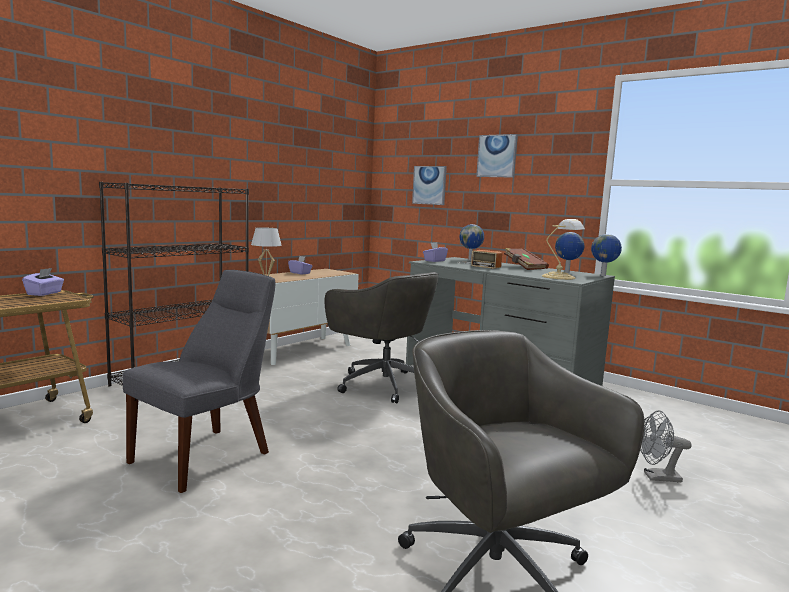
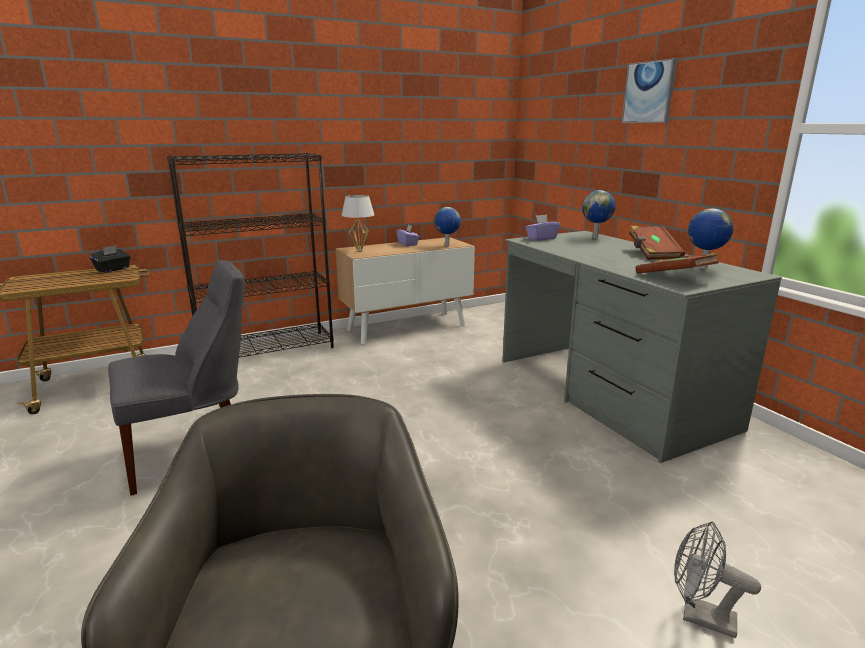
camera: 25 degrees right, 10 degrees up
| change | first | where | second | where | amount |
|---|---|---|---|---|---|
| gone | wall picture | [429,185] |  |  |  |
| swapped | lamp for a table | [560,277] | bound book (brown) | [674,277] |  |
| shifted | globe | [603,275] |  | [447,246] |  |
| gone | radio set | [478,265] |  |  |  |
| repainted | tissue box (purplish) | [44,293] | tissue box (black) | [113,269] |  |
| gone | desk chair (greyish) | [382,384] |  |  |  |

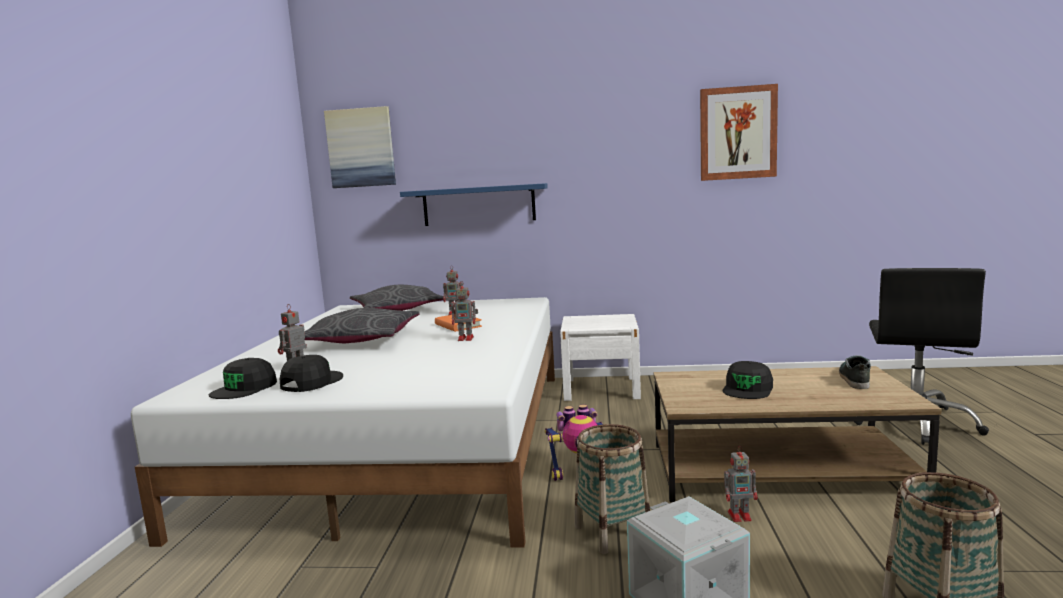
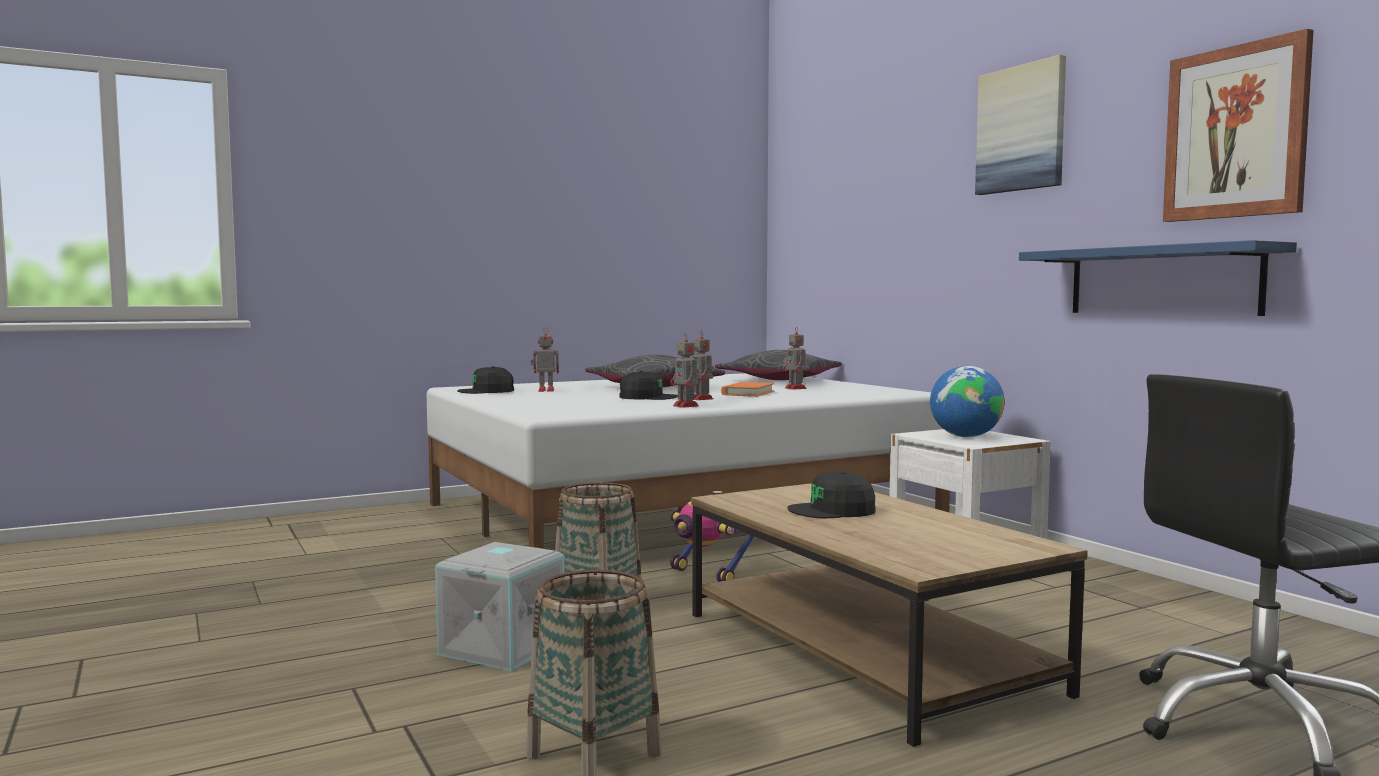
camera: 55 degrees right, 5 degrees down
| change | first | where | second | where | amount |
|---|---|---|---|---|---|
| shifted | wall picture | [361,148] |  | [1021,129] |  |
| shifted | wall shelf (bluish) | [479,205] |  | [1162,281] |  |
| shifted | cap (black) | [311,382] |  | [647,397] |  |
| gone | item of footwear | [854,378] |  |  |  |
| shifted | model robot | [740,515] |  | [686,406] |  |
| new |  |  | globe | [965,436] |  |

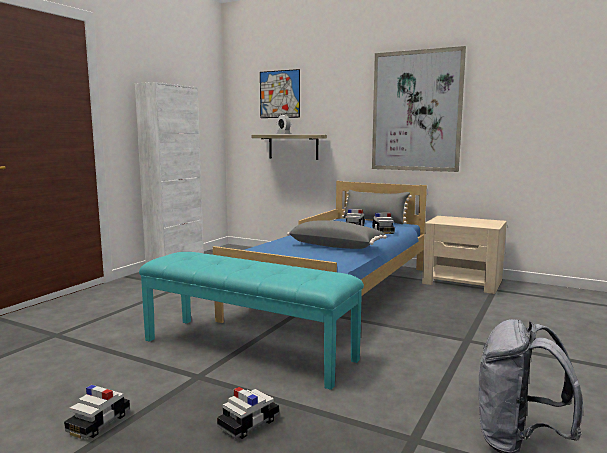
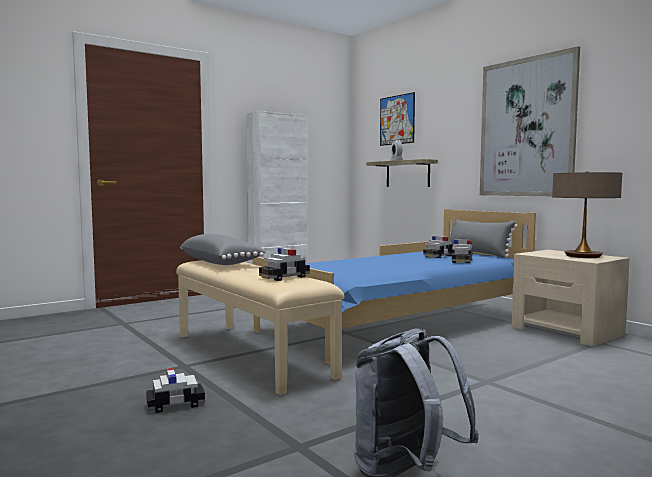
camera: 25 degrees right, 5 degrees down
| change | first | where | second | where | amount |
|---|---|---|---|---|---|
| shifted | throw pillow (greyish) | [336,246] |  | [221,263] |  |
| repainted | indoor bench (blue-green) | [248,349] | indoor bench (sand-coloured) | [252,354] |  |
| shifted | model car | [98,423] |  | [284,277] |  |
| new |  |  | lamp for a table | [583,256] |  |

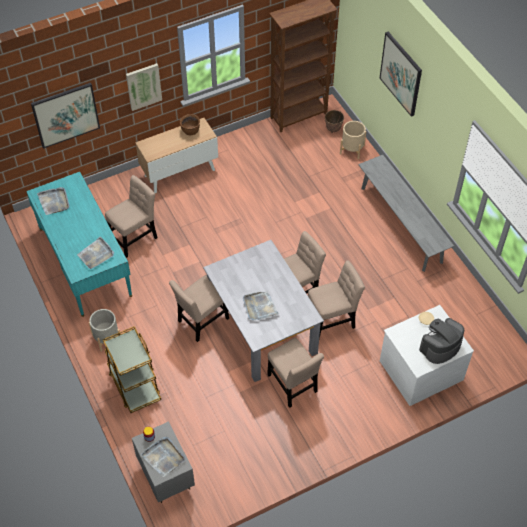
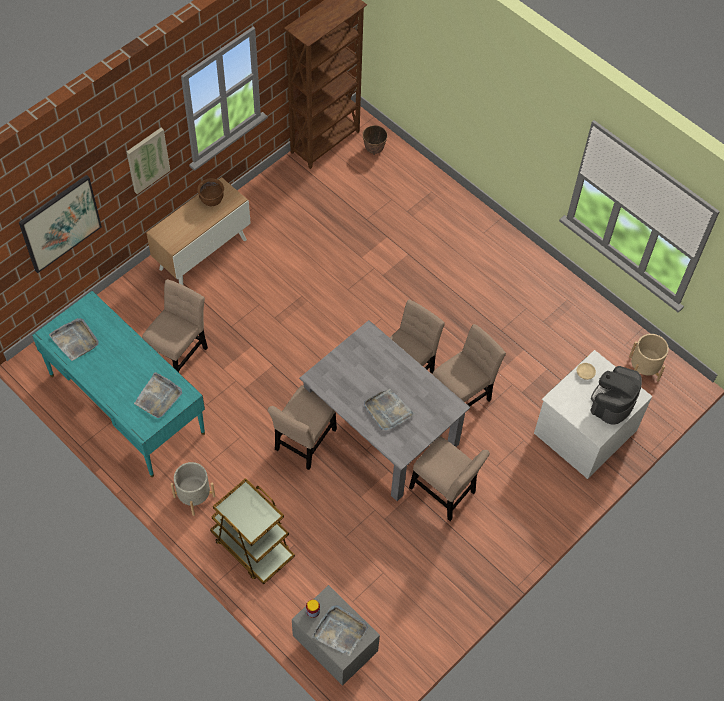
camera: 20 degrees left, 5 degrees up
| change | first | where | second | where | amount |
|---|---|---|---|---|---|
| gone | wall picture | [401,73] |  |  |  |
| shifted | flower pot (sand-coloured) | [352,149] |  | [643,368] |  |
| gone | indoor bench (greyish) | [401,224] |  |  |  |

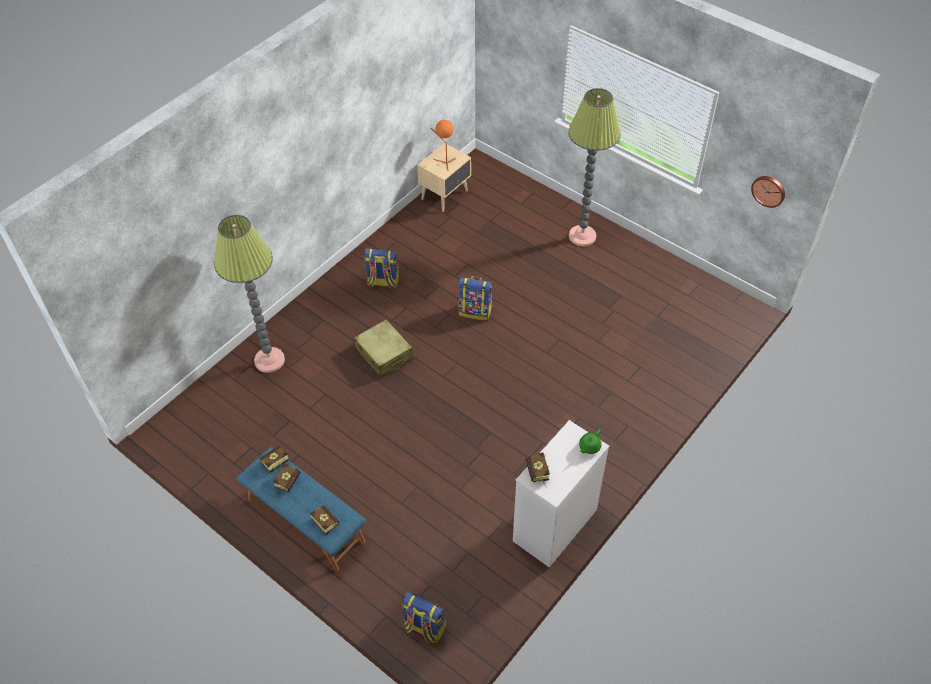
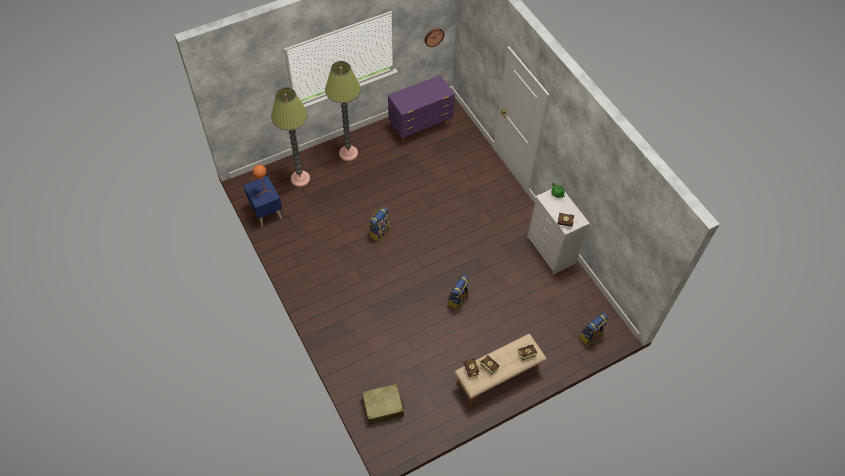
camera: 70 degrees left, 5 degrees up
| change | first | where | second | where | amount |
|---|---|---|---|---|---|
| repainted | bedside table (sand-coloured) | [445,195] | bedside table (bluish) | [266,211] |  |
| shifted | floor lamp | [269,360] |  | [300,179] |  |
| shifted | knapsack | [383,281] |  | [458,300] |  |
| shifted | suitcase (sand-coloured) | [384,354] |  | [383,406] |  |
| repainted | indoor bench (bluish) | [305,521] | indoor bench (sand-coloured) | [498,377] |  |
| new |  |  | dresser (purplish) | [421,126] |  |

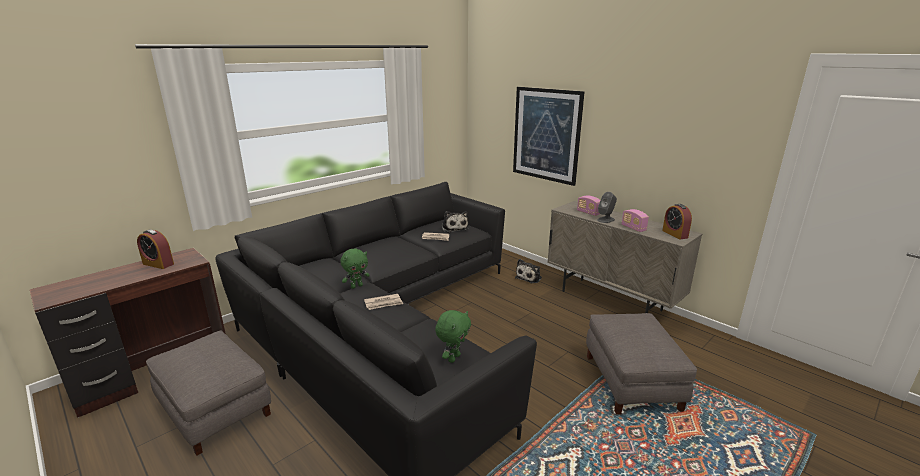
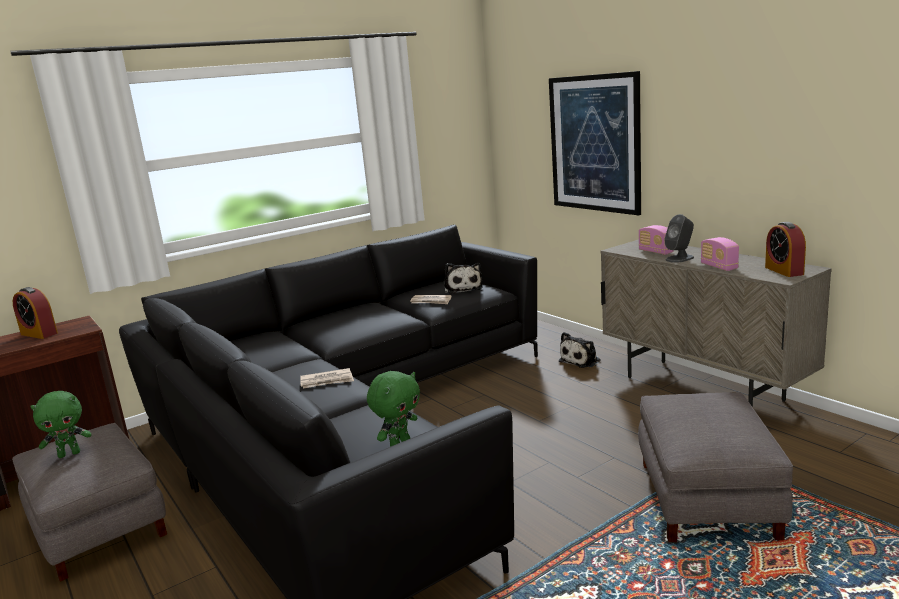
camera: 10 degrees right, 5 degrees down
| change | first | where | second | where | amount |
|---|---|---|---|---|---|
| shifted | soft toy (green) | [356,286] |  | [69,454] |  |

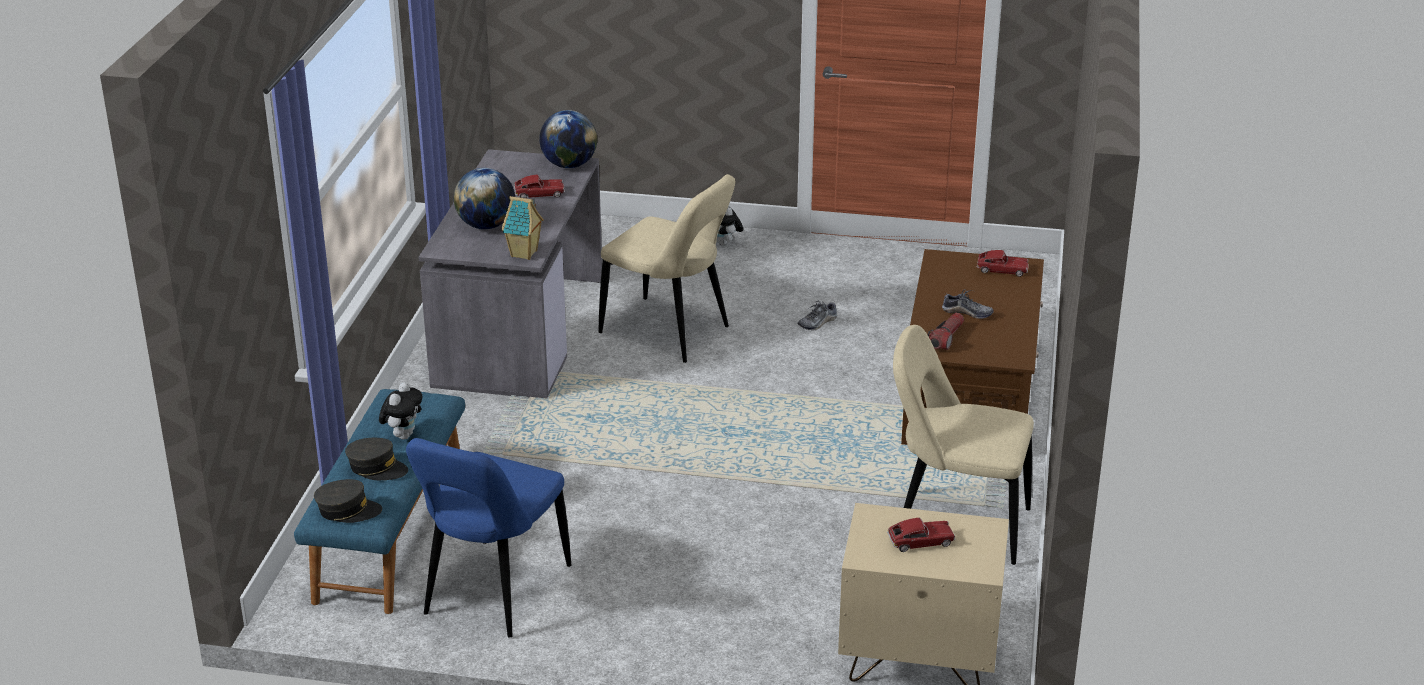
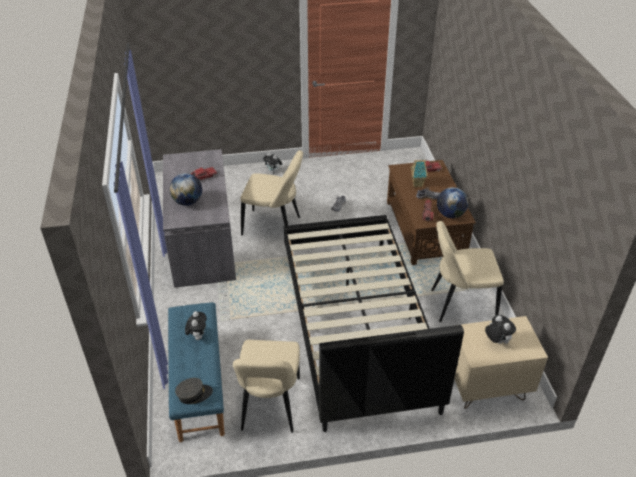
camera: 20 degrees left, 10 degrees up
| change | first | where | second | where | amount |
|---|---|---|---|---|---|
| shifted | globe | [569,165] |  | [450,214] |  |
| shifted | toy house | [524,254] |  | [417,184] |  |
| gone | cap (greyish) | [377,468] |  |  |  |
| repainted | chair (bluish) | [493,594] | chair (sand-coloured) | [270,407] |  |
| swapped | model car | [920,542] | soft toy | [496,341] |  |
| new |  |  | bed (black) | [356,326] |  |

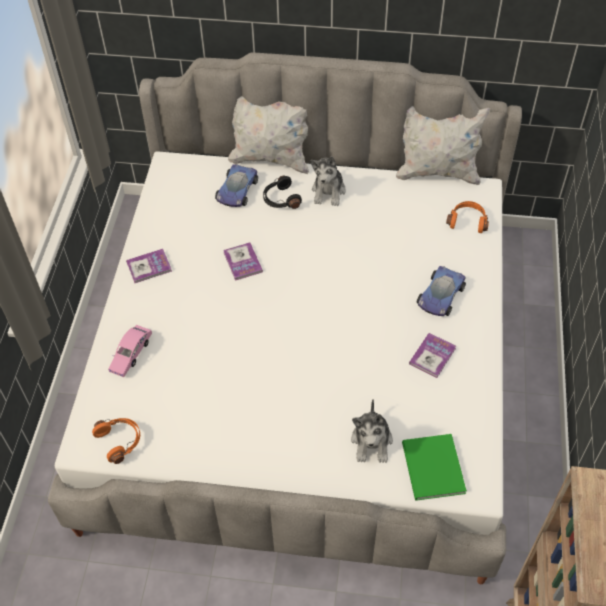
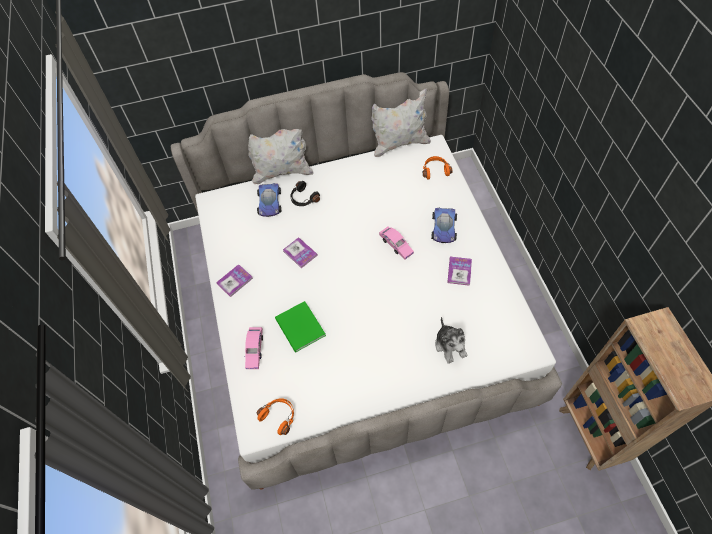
camera: 20 degrees left, 5 degrees up
| change | first | where | second | where | amount |
|---|---|---|---|---|---|
| gone | soft toy | [328,191] |  |  |  |
| shifted | bound book (green) | [432,470] |  | [300,329] |  |
| new |  |  | model car (pink) | [396,245] |  |

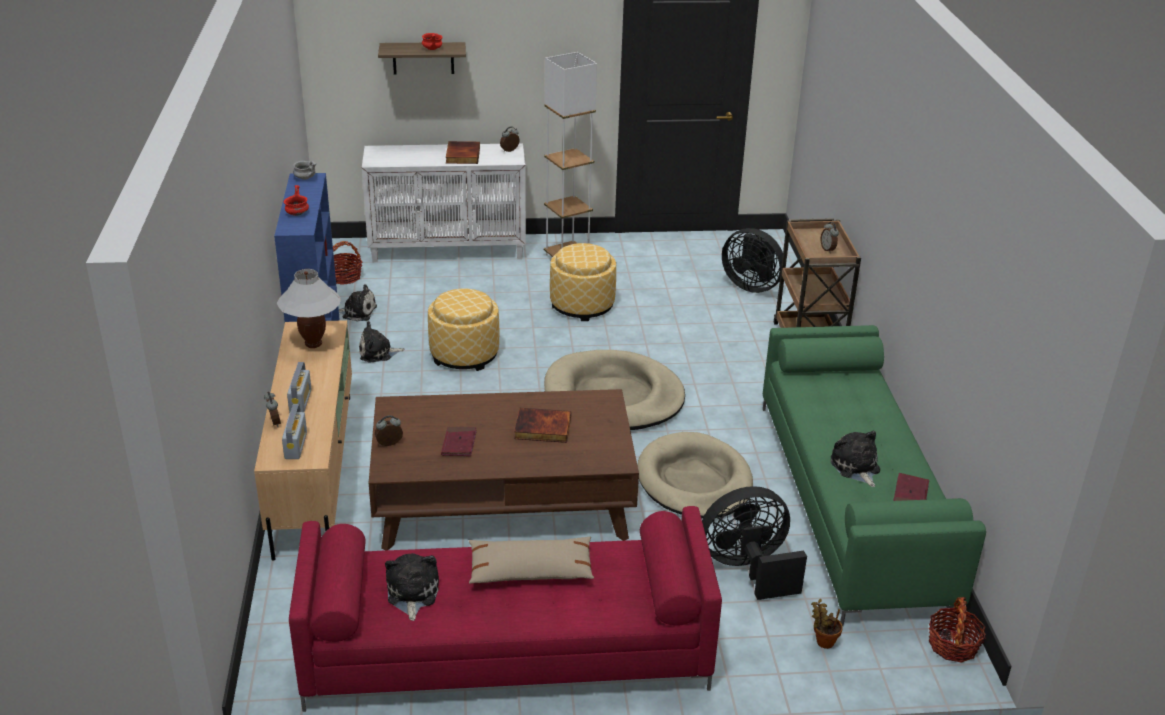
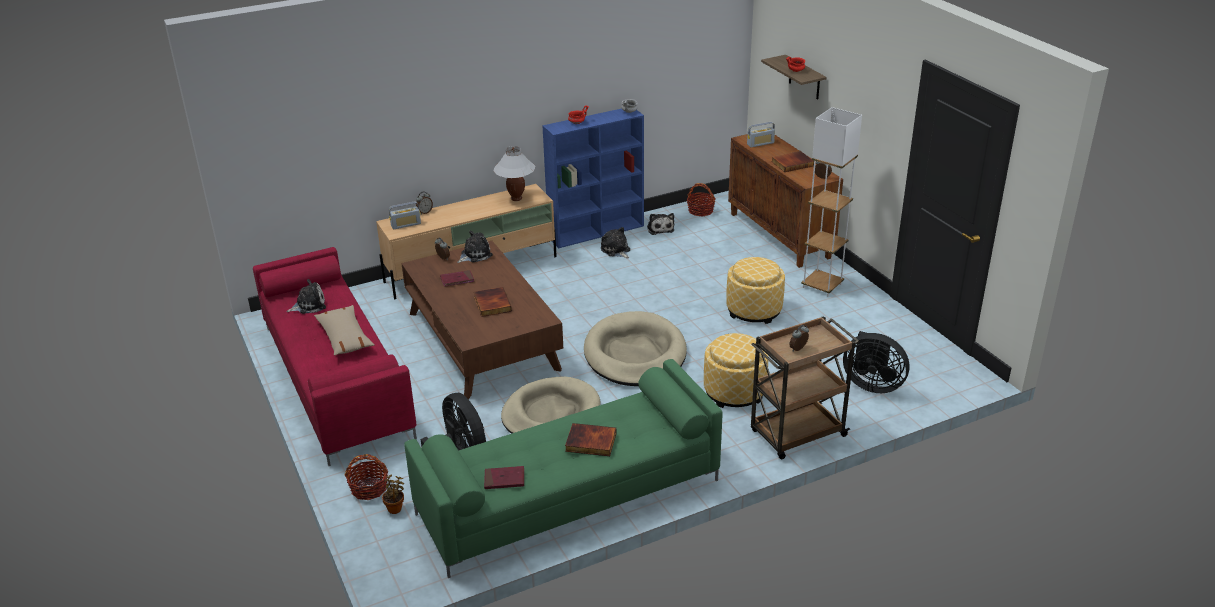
camera: 70 degrees right, 0 degrees up
| change | first | where | second | where | amount |
|---|---|---|---|---|---|
| repainted | cabinet (white-coloured) | [448,249] | cabinet (brown) | [780,235] |  |
| rotated | electric fan (black) | [751,285] |  | [872,384] | 75 degrees counterclockwise |
| shifted | ottoman | [464,354] |  | [734,392] |  |
| shifted | radio set | [300,401] |  | [760,143] |  |
| shifted | soft toy | [855,467] |  | [474,255] |  |
| shifted | household basket | [952,645] |  | [369,488] |  |
| new |  |  | bound book | [590,443] |  |

